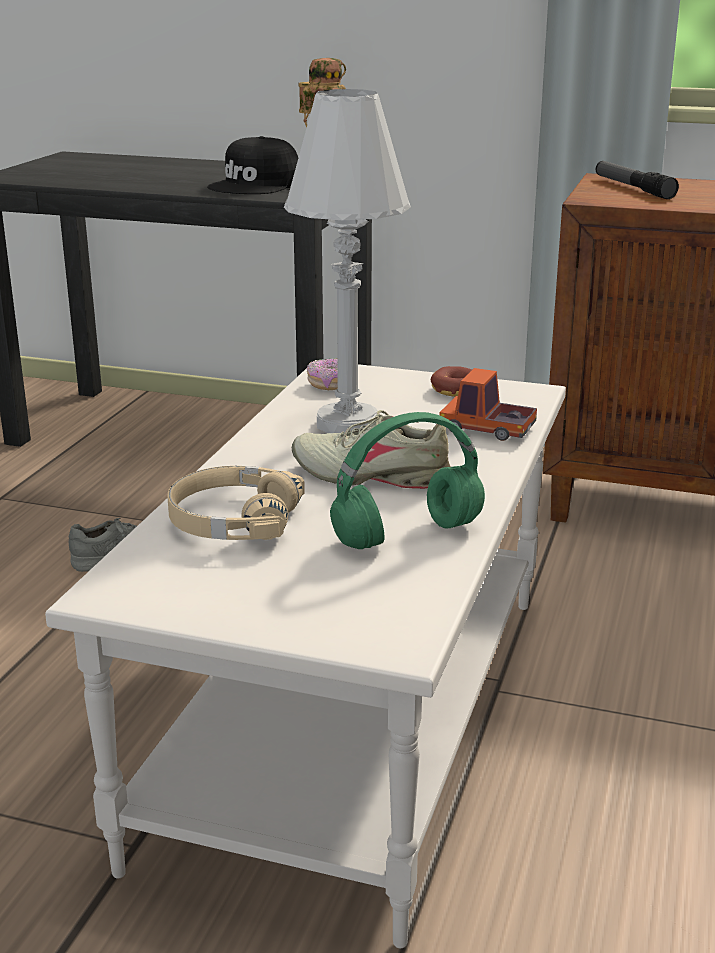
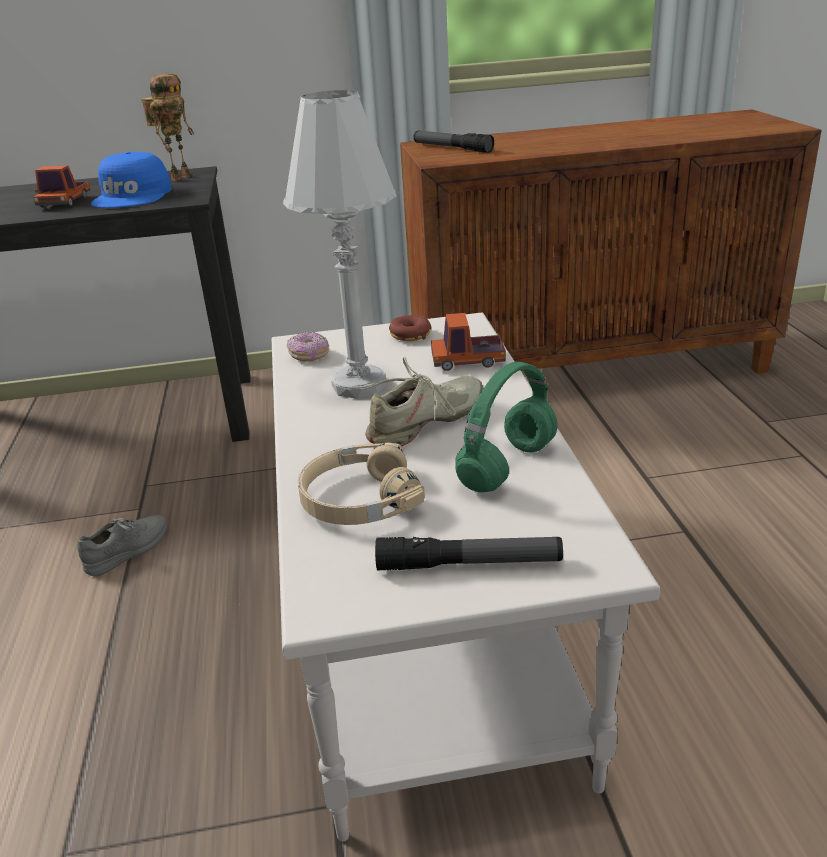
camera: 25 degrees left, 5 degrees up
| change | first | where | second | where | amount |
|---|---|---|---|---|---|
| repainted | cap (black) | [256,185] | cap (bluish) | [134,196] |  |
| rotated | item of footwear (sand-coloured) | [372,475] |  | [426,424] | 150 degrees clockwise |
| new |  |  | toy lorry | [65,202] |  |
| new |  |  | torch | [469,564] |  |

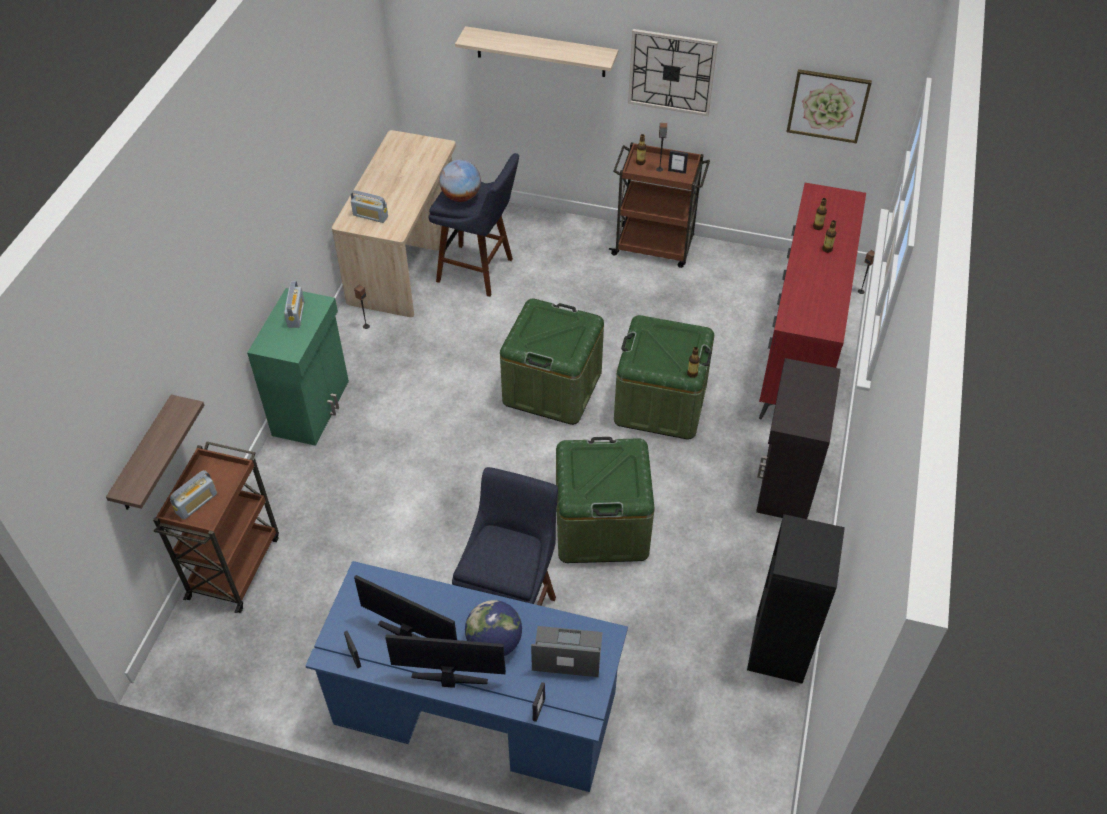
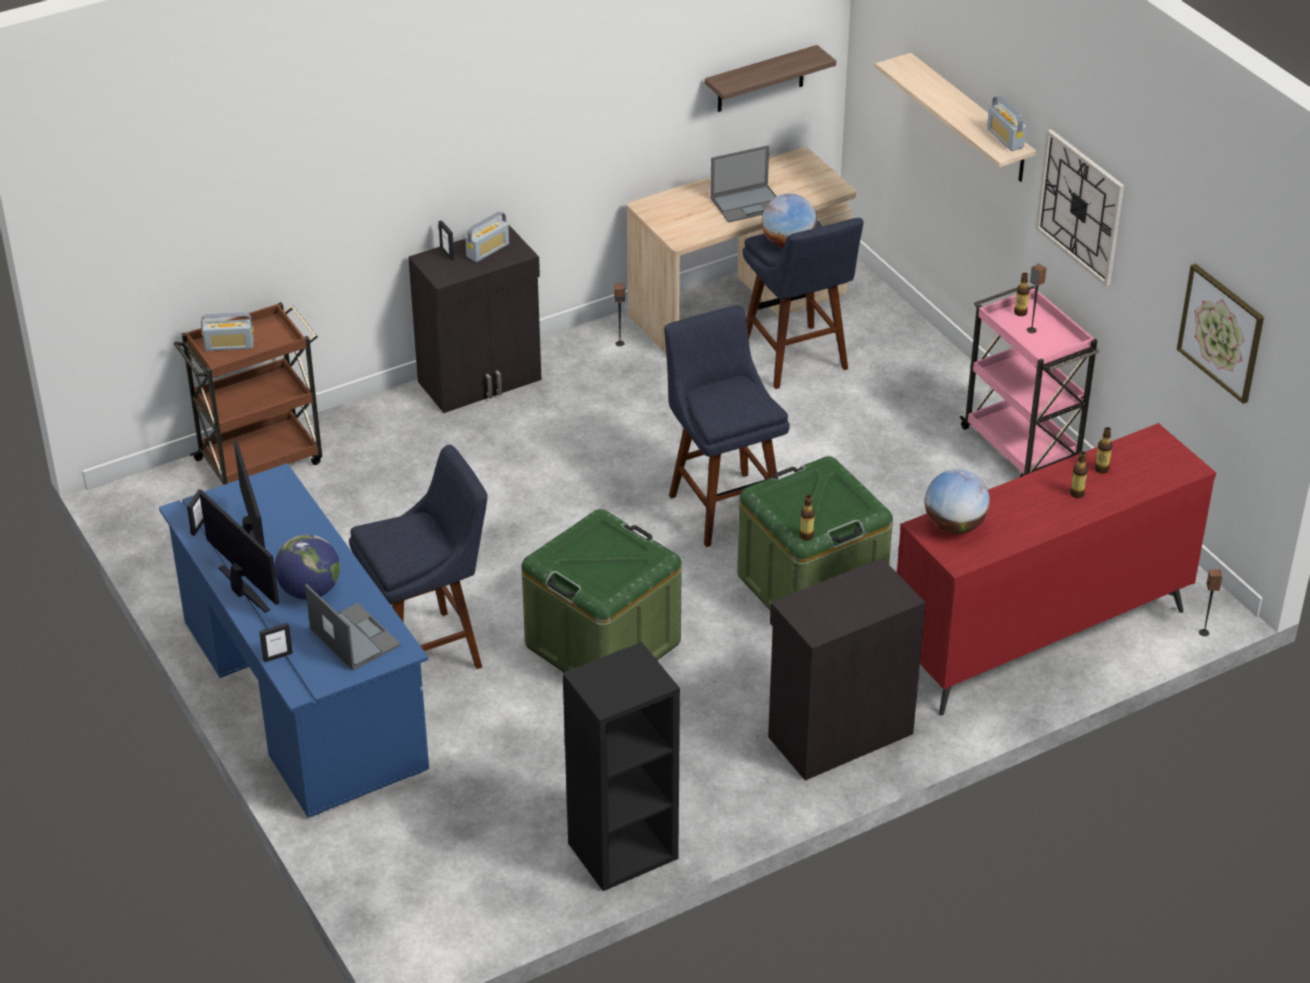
camera: 45 degrees right, 10 degrees down
| change | first | where | second | where | amount |
|---|---|---|---|---|---|
| repainted | wheeled cart (brown) | [654,246] | wheeled cart (pink) | [1022,447] |  |
| shifted | photo frame | [677,171] |  | [447,254] |  |
| shifted | radio set | [370,216] |  | [1005,138] |  |
| repainted | cabinet (green) | [312,407] | cabinet (black) | [481,381] |  |
| swapped | storage bin (green) | [552,387] | stool seat (bluish) | [722,504] |  |
| shifted | wall shelf | [145,457] |  | [760,79] |  |
| new |  |  | portable computer | [748,203] |  |
| new |  |  | globe | [954,526] |  |

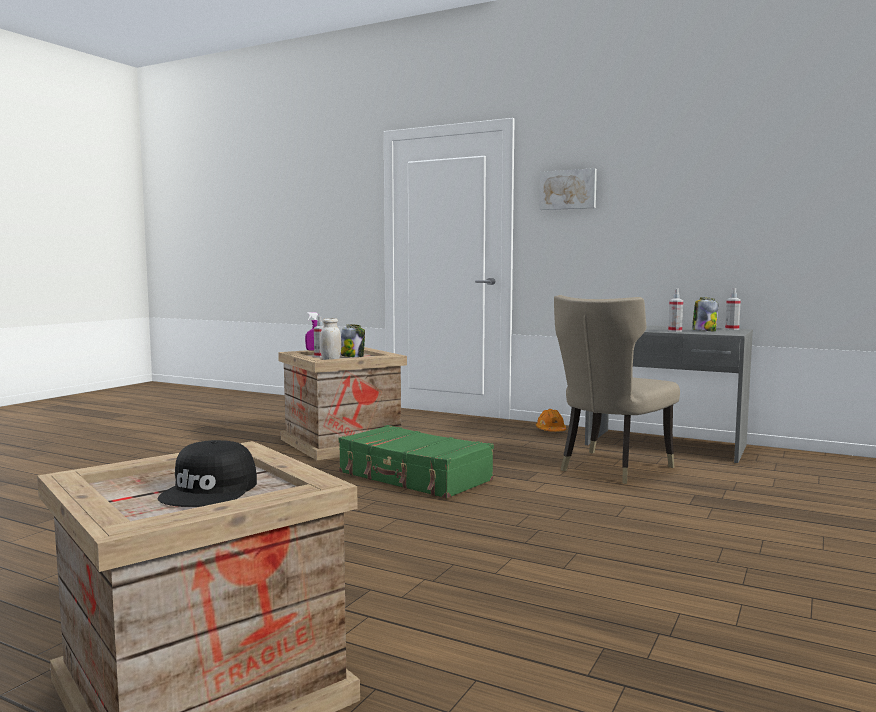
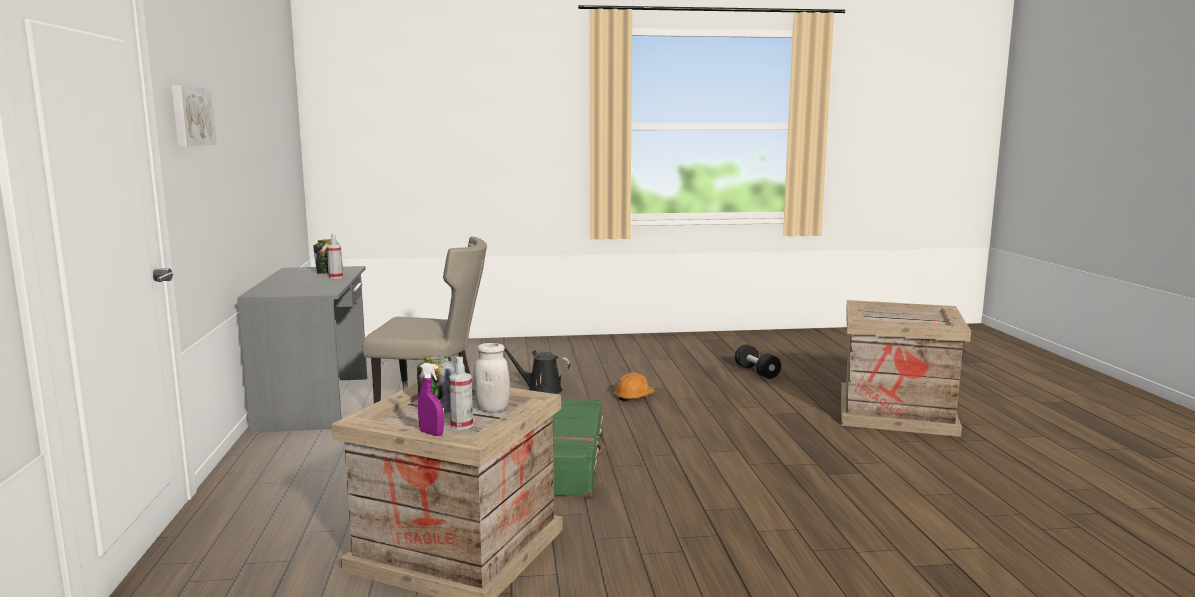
camera: 125 degrees left, 5 degrees up
| change | first | where | second | where | amount |
|---|---|---|---|---|---|
| gone | sprayer | [732,329] |  |  |  |
| shifted | work helmet (orange) | [551,431] |  | [633,396] |  |
| gone | cap (black) | [211,490] |  |  |  |
| new |  |  | dumbbell (black) | [757,372] |  |
| new |  |  | watering can (black) | [541,390] |  |

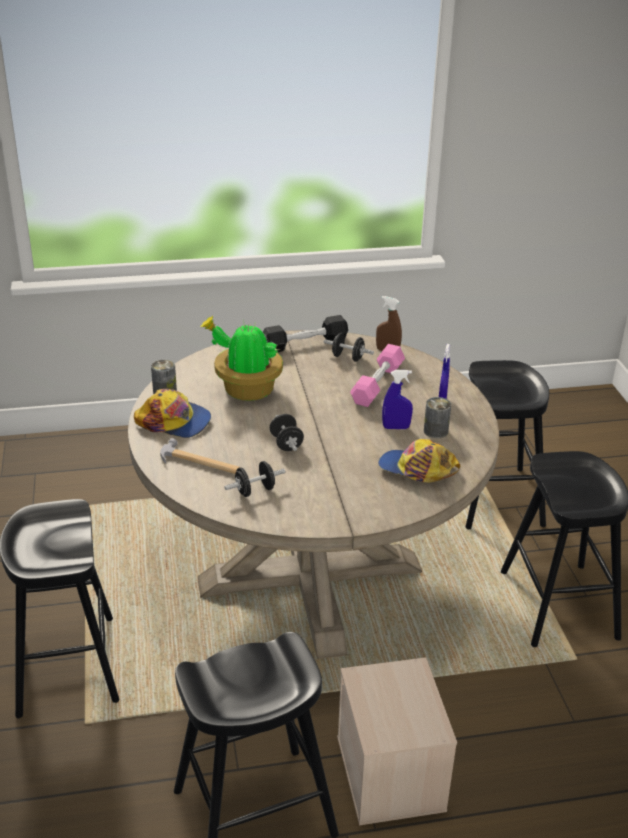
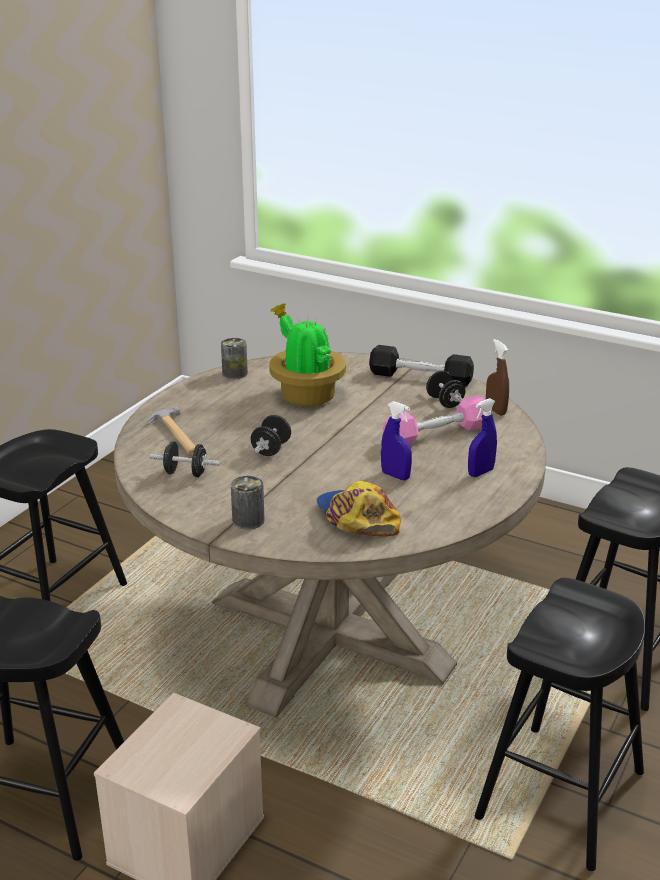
camera: 40 degrees right, 5 degrees down
| change | first | where | second | where | amount |
|---|---|---|---|---|---|
| gone | cap | [174,421] |  |  |  |
| shifted | metal can | [435,431] |  | [248,520] |  |

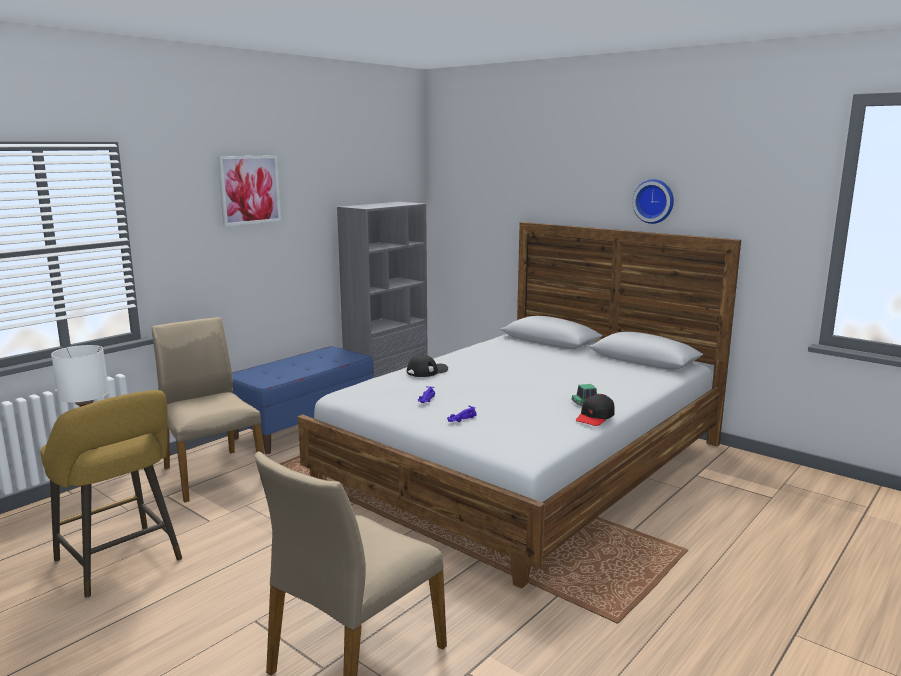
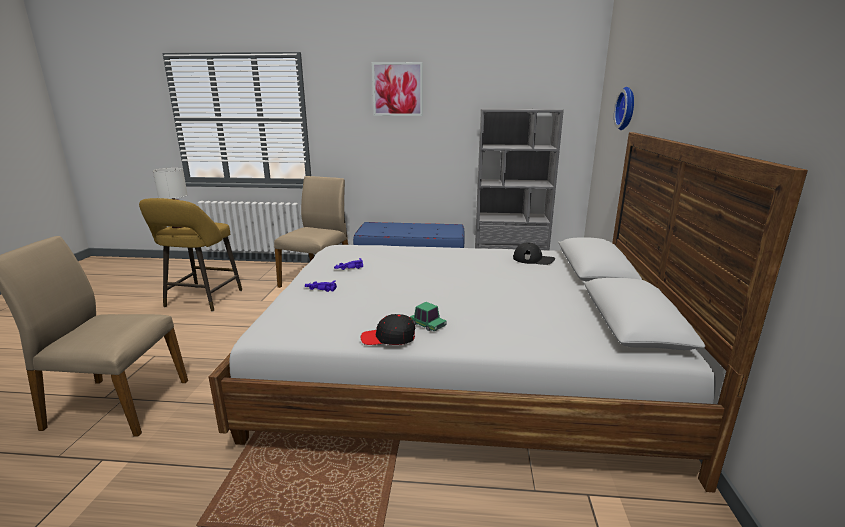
camera: 55 degrees right, 5 degrees up
| change | first | where | second | where | amount |
|---|---|---|---|---|---|
| shifted | clock on the wall | [654,201] |  | [627,108] |  |
| shifted | cap (black) | [427,371] |  | [533,259] |  |

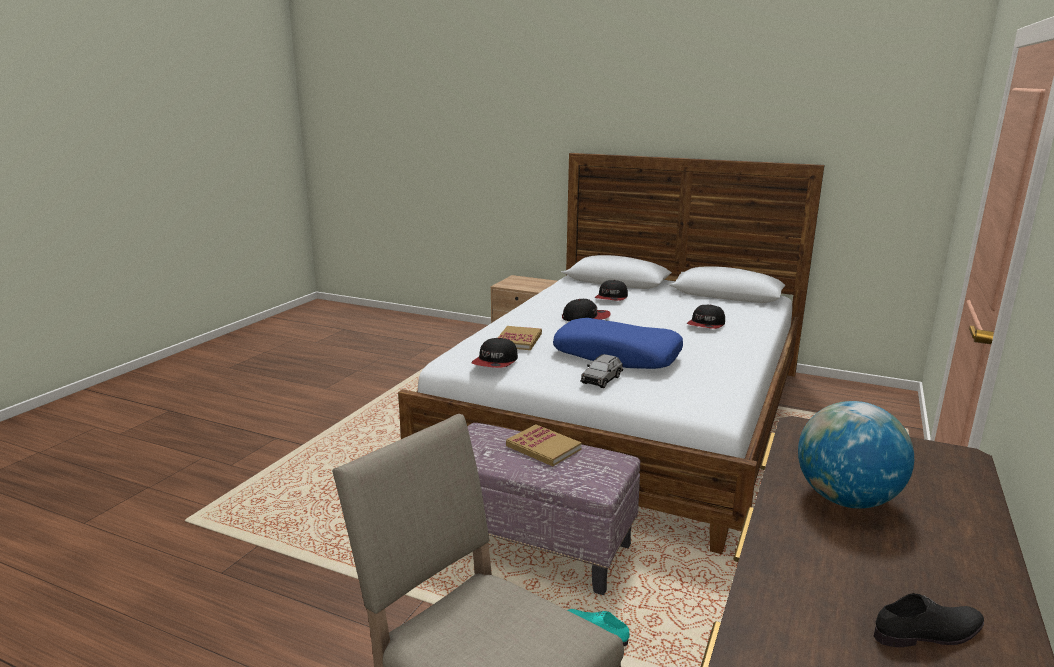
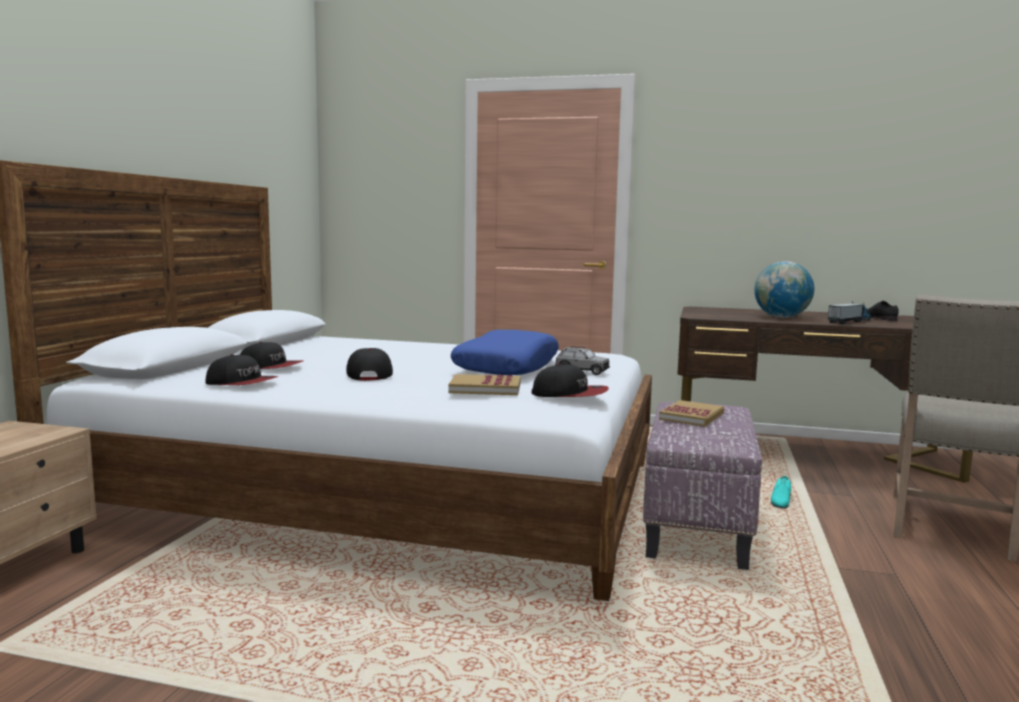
camera: 100 degrees left, 10 degrees down
| change | first | where | second | where | amount |
|---|---|---|---|---|---|
| shifted | cap | [706,325] |  | [242,383] |  |
| new |  |  | toy lorry | [850,321] |  |

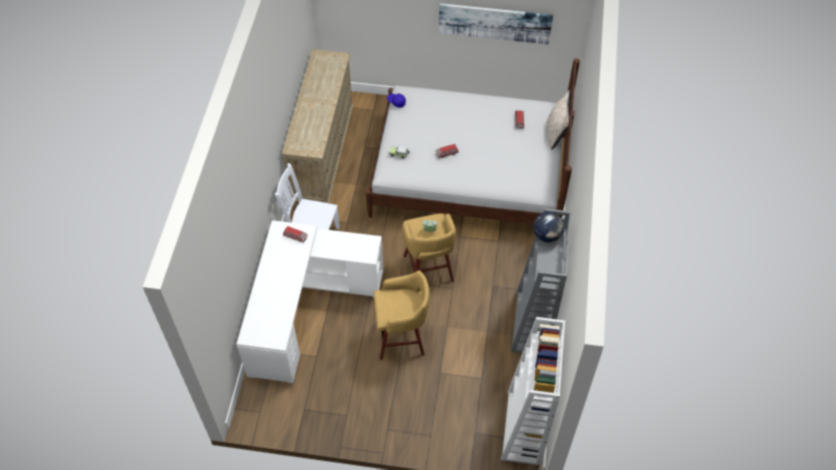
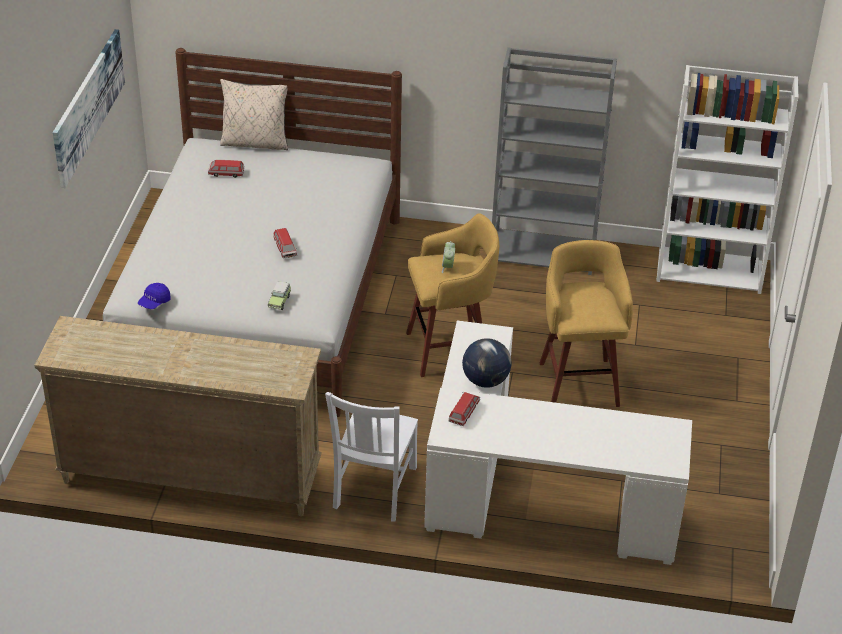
camera: 90 degrees left, 15 degrees down
| change | first | where | second | where | amount |
|---|---|---|---|---|---|
| shifted | globe | [547,235] |  | [486,380] |  |

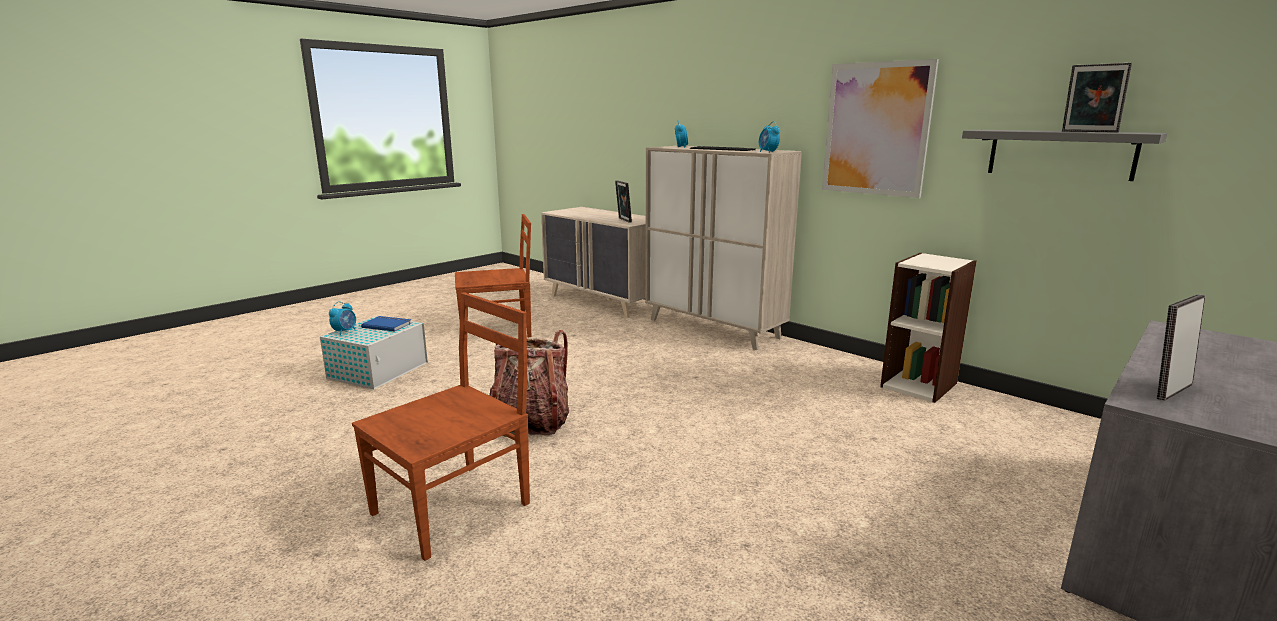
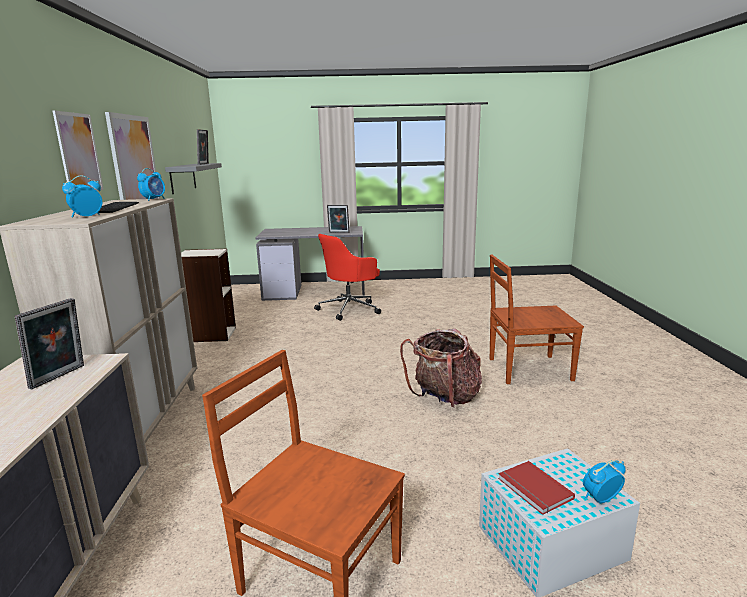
camera: 135 degrees left, 0 degrees up
| change | first | where | second | where | amount |
|---|---|---|---|---|---|
| repainted | bound book (bluish) | [387,325] | bound book (reddish) | [533,489] |  |
| new |  |  | wall picture | [79,153] |  |
| new |  |  | desk chair (reddish) | [350,309] |  |

